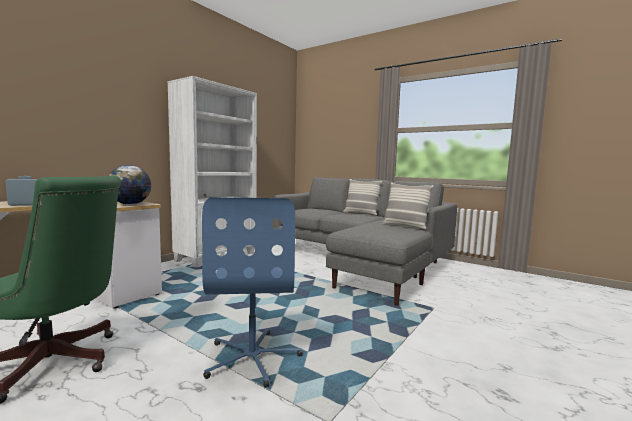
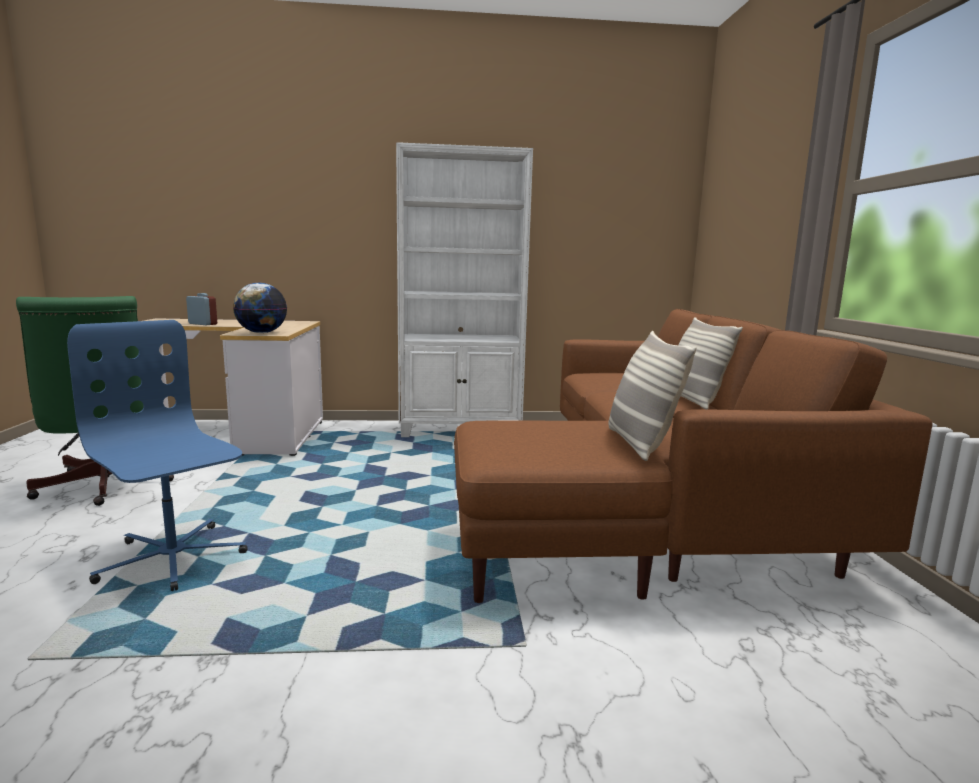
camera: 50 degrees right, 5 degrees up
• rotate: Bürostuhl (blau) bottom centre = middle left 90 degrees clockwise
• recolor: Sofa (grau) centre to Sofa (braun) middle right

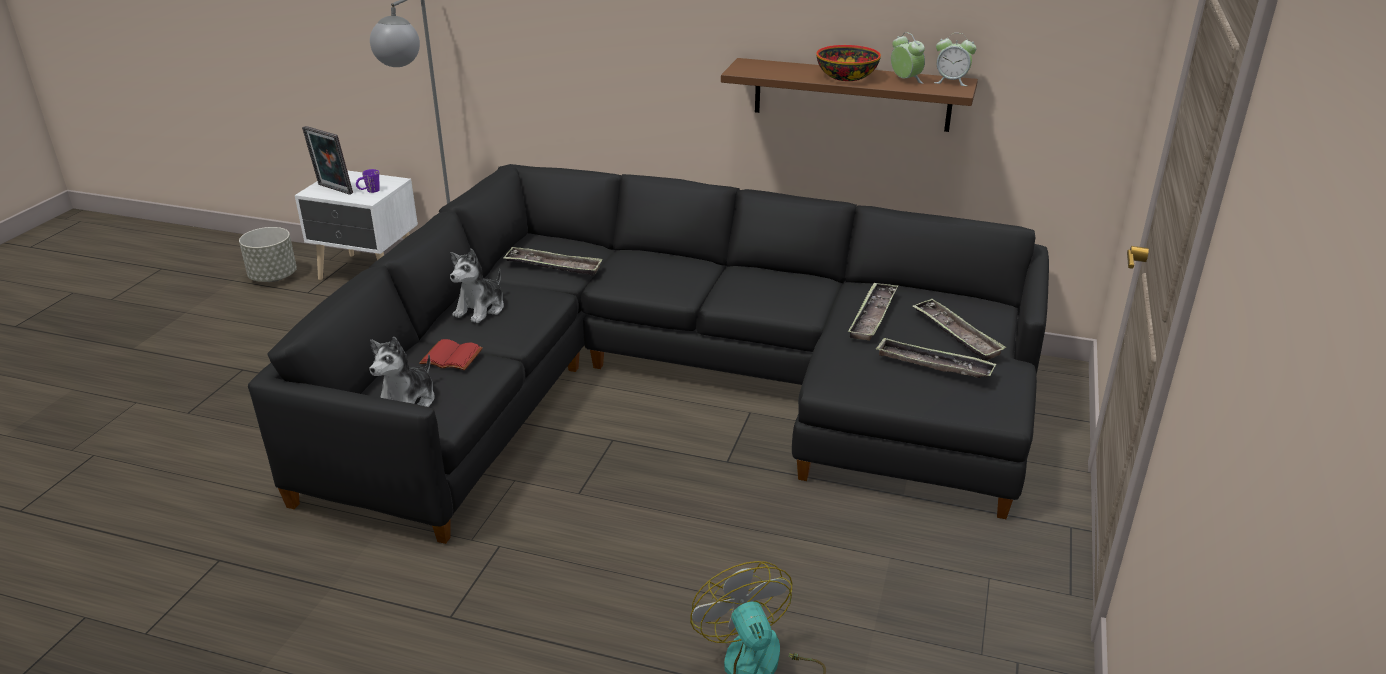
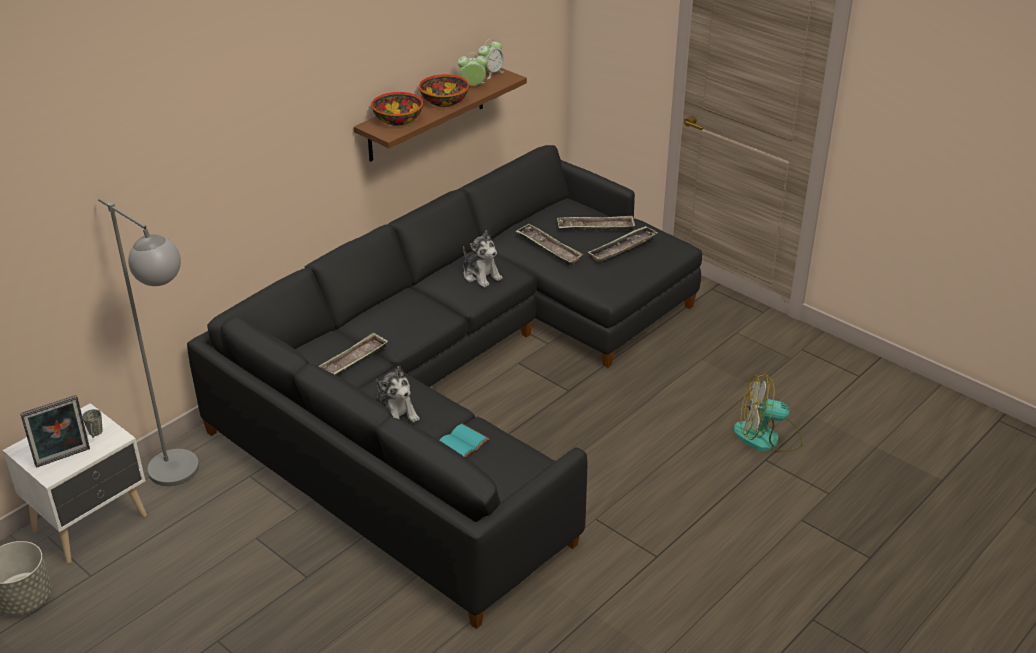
camera: 65 degrees left, 5 degrees up
• recolor: Henkelbecher (lila) top left to Henkelbecher (grau) middle left
• move: Plüschtier (1st from left in the first image) middle left to Plüschtier (2nd from left) centre
• recolor: Buch (rot) middle left to Buch (türkis) bottom centre
• insert: Schüssel (1st from left) top centre

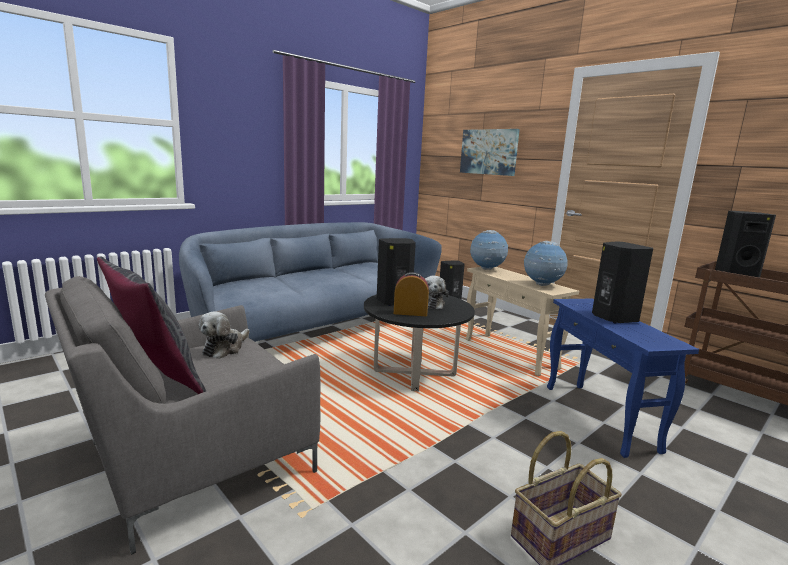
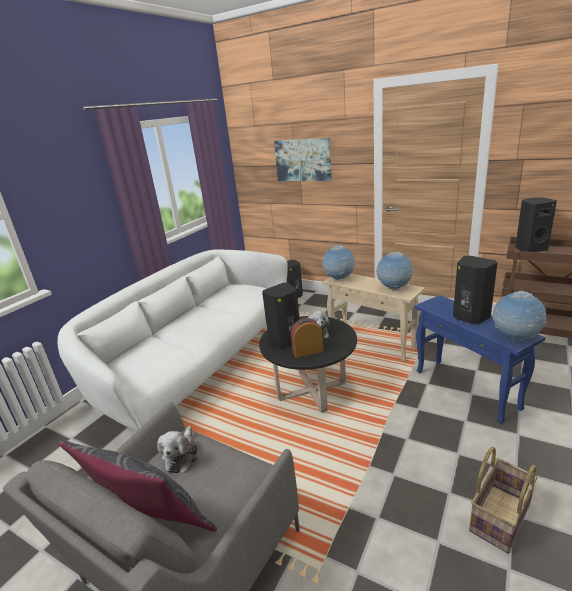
camera: 15 degrees left, 10 degrees up
• recolor: Sofa (blau) centre to Sofa (weiß) middle left
• insert: Globus (3rd from left) middle right

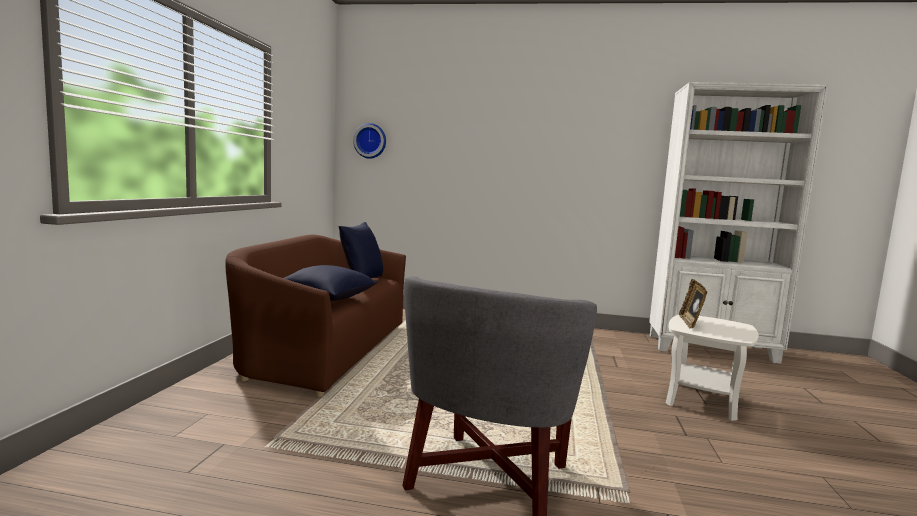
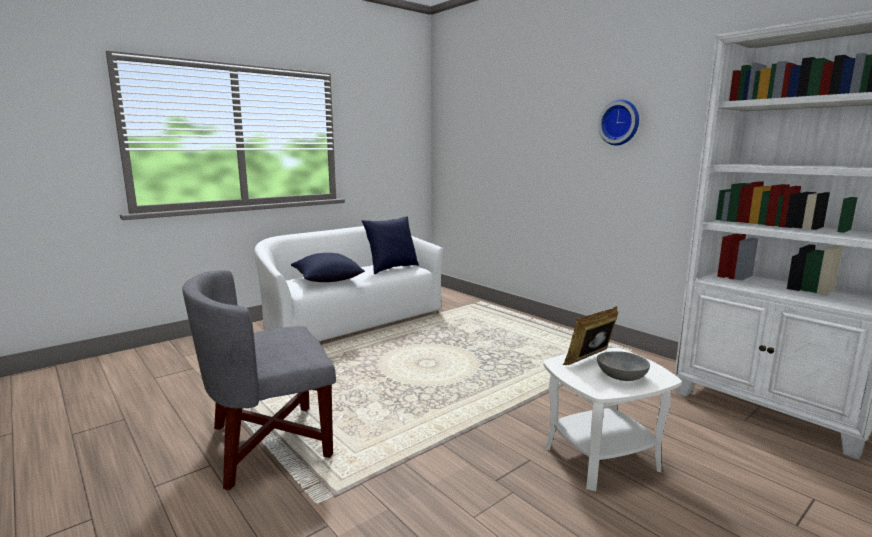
camera: 40 degrees right, 5 degrees up
• recolor: Sofa (braun) centre to Sofa (weiß) centre
• move: Wanduhr top centre to top right
• insert: Schüssel (grau) bottom right

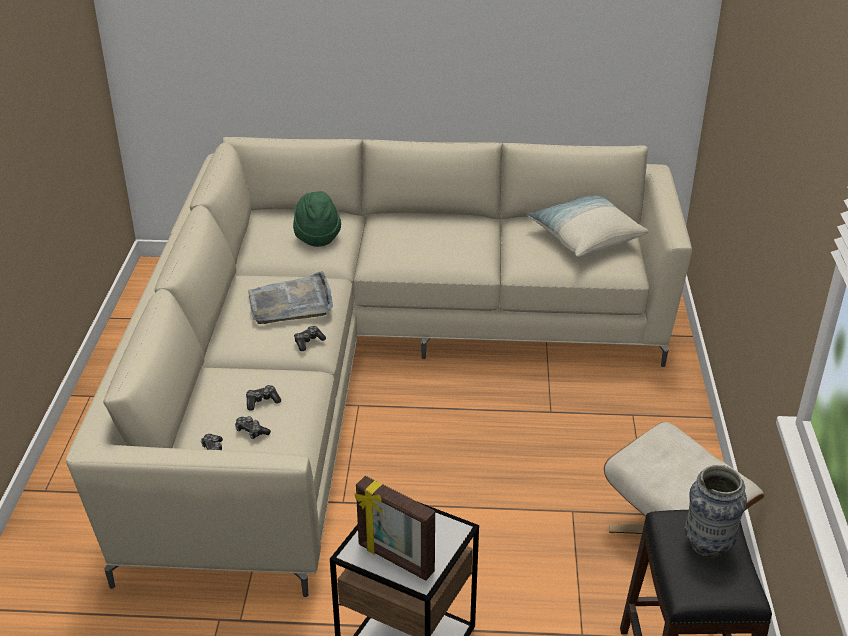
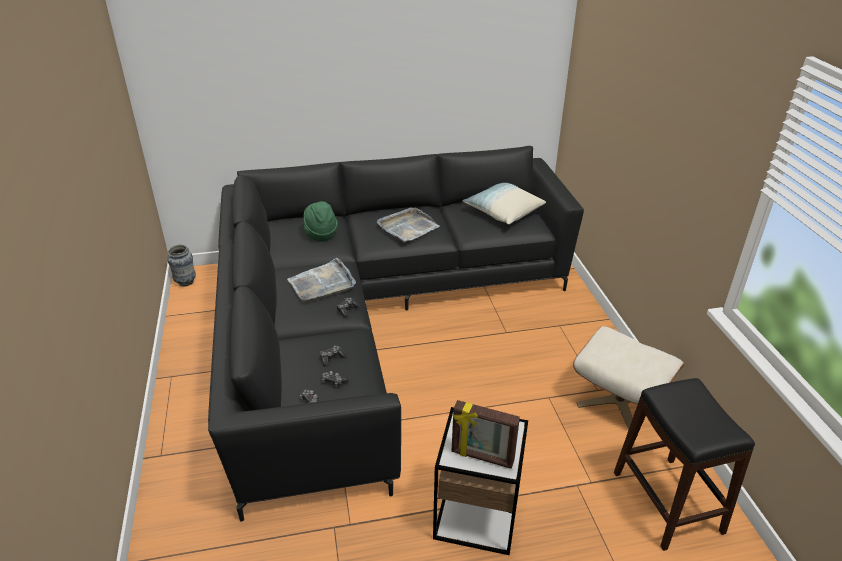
camera: 15 degrees left, 0 degrees up
• recolor: Sofa (beige) centre to Sofa (schwarz) centre
• move: Vase bottom right to middle left
• insert: Tablett (grau) (2nd from left) centre

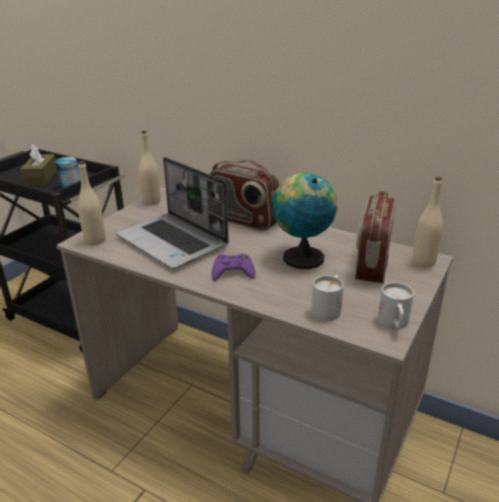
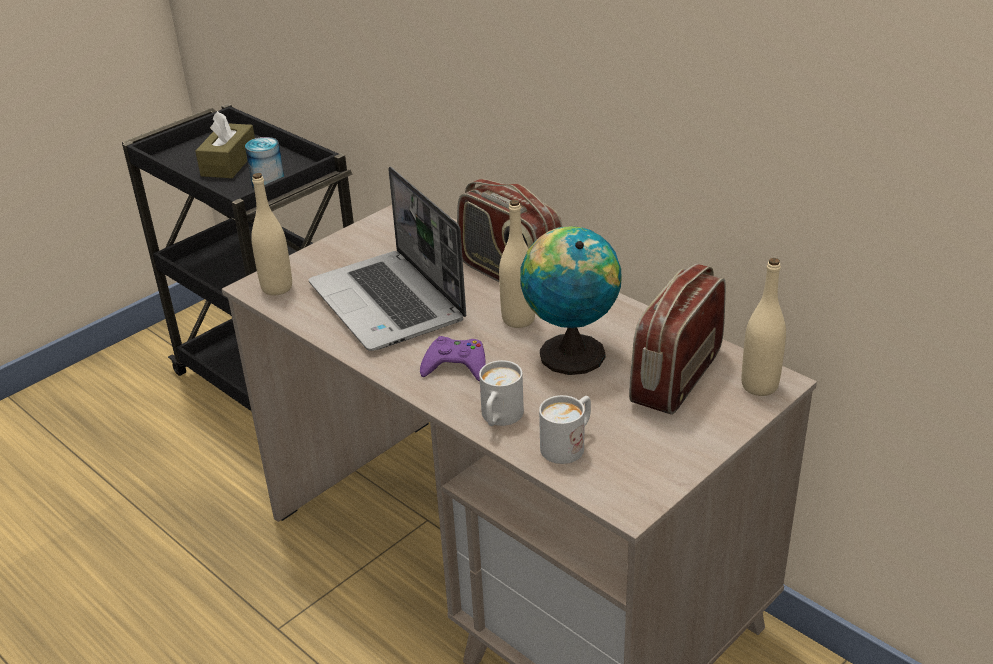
camera: 15 degrees right, 5 degrees up
• move: Flasche (beige) (2nd from left) middle left to centre
• move: Henkelbecher (weiß) (2nd from left in the first image) middle right to Henkelbecher (weiß) (1st from left) centre

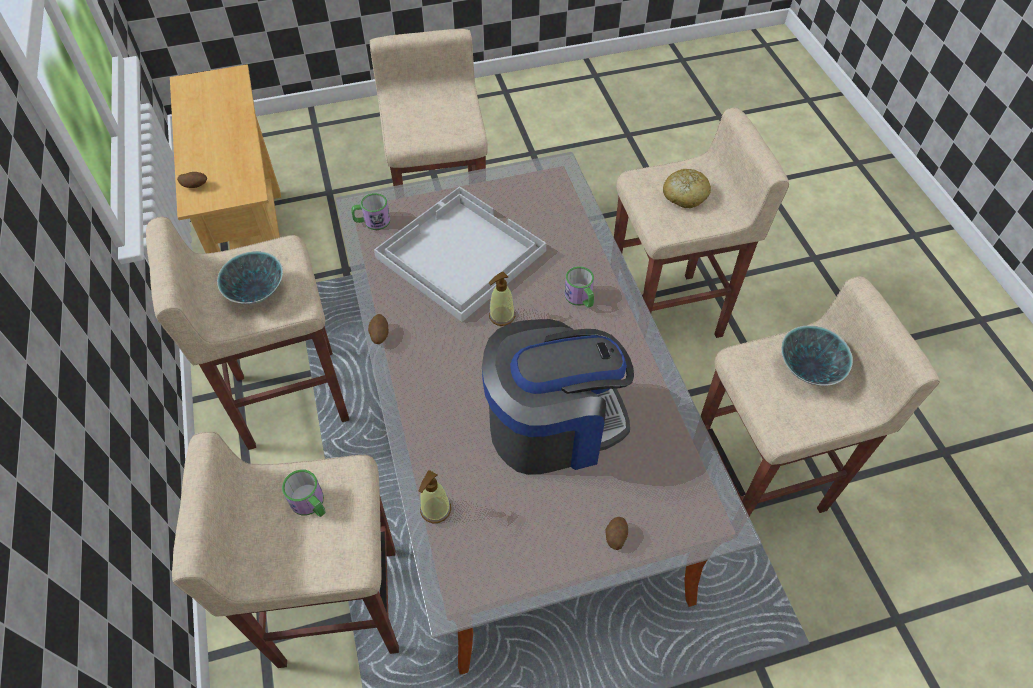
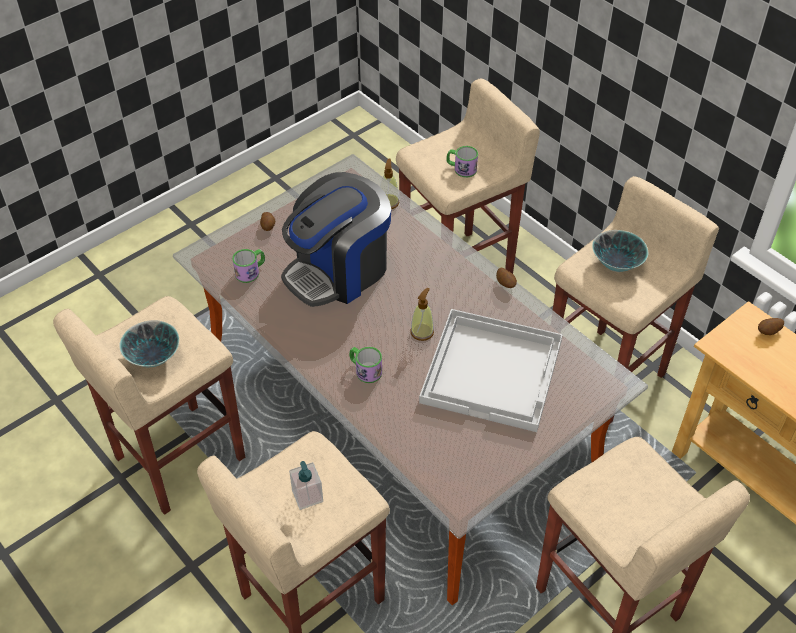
camera: 155 degrees right, 5 degrees down
• move: Henkelbecher (2nd from left in the first image) top centre to Henkelbecher (1st from left) middle left
• replace: Brot top centre to Seifenspender (1st from left) bottom centre

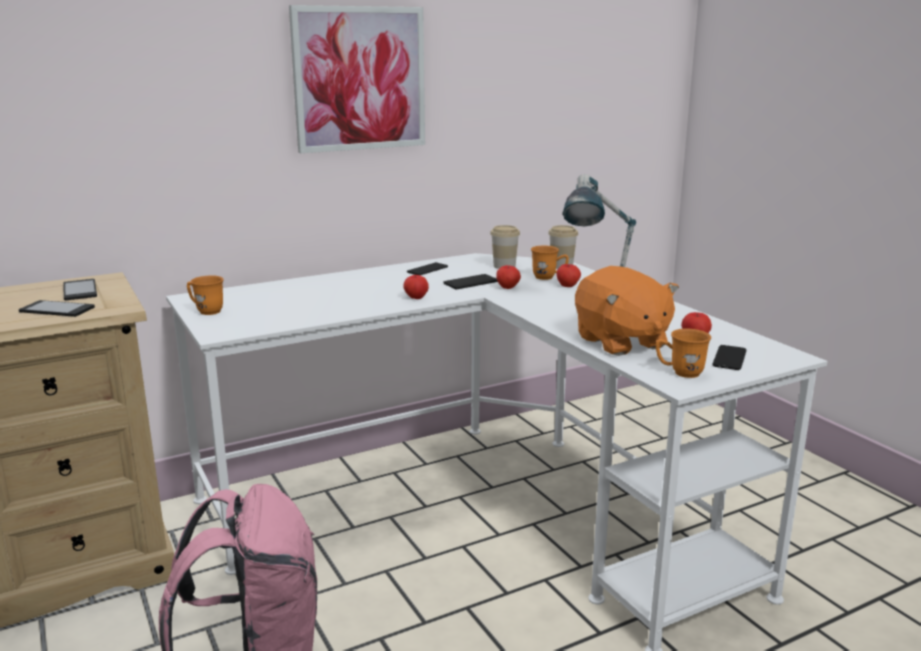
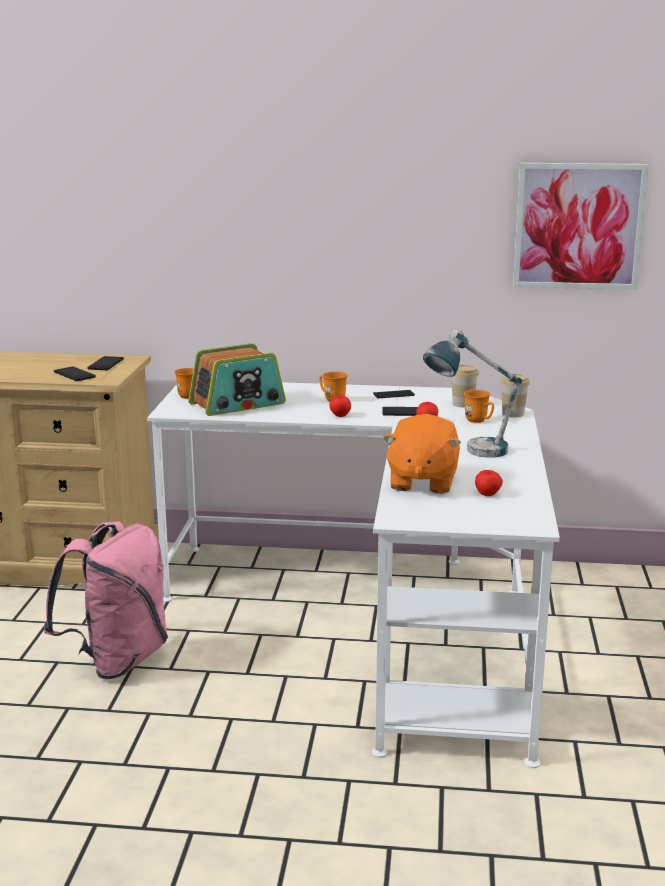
camera: 35 degrees right, 0 degrees up
• move: Bild top centre to top right
• delete: Apfel (3rd from left) centre
• move: Henkelbecher (orange) (3rd from left in the first image) middle right to Henkelbecher (orange) (2nd from left) centre
• delete: Handy (5th from left) middle right
• insert: Radio centre

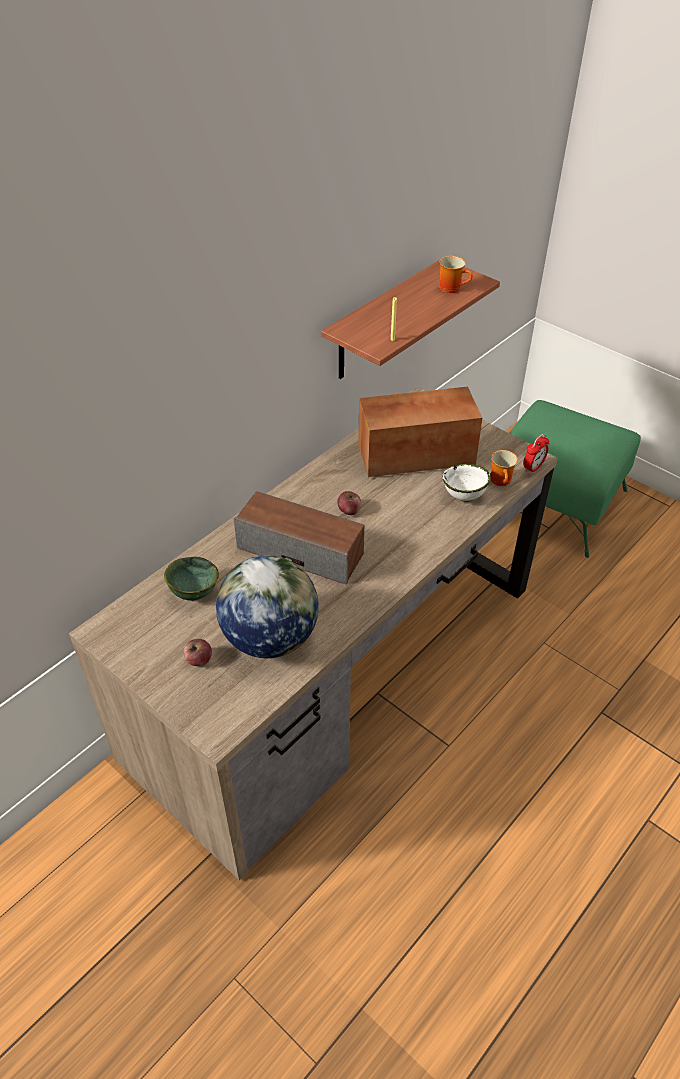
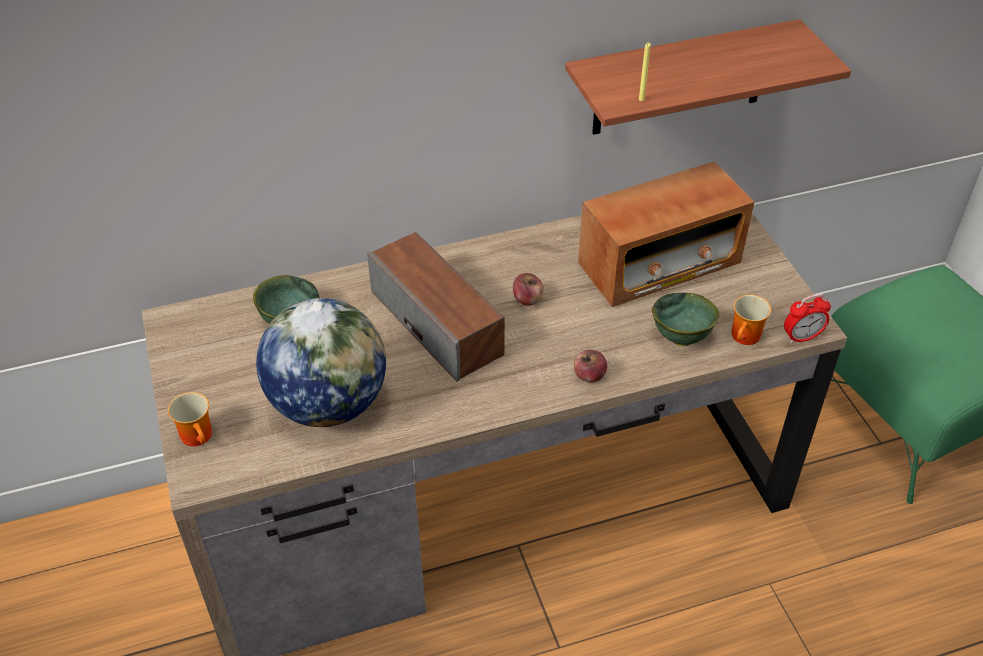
camera: 30 degrees right, 0 degrees up
• move: Apfel (1st from left in the first image) middle left to Apfel (2nd from left) centre
• rotate: Radio centre = middle right 135 degrees clockwise
• move: Henkelbecher (1st from left) top right to middle left
• recolor: Schüssel (weiß) middle right to Schüssel (grün) (2nd from left) middle right

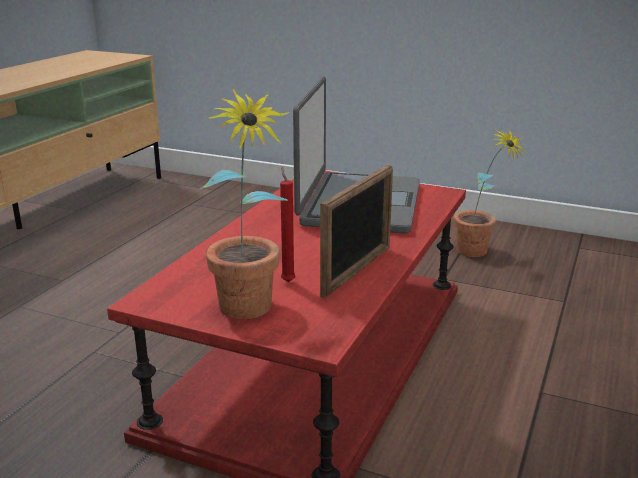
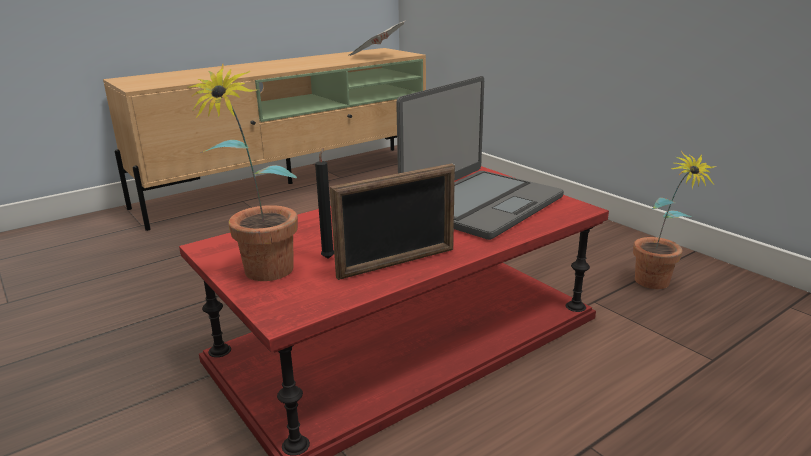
camera: 30 degrees right, 0 degrees up
• recolor: Kerze (rot) centre to Kerze (schwarz) centre
• insert: Zeitung top centre

